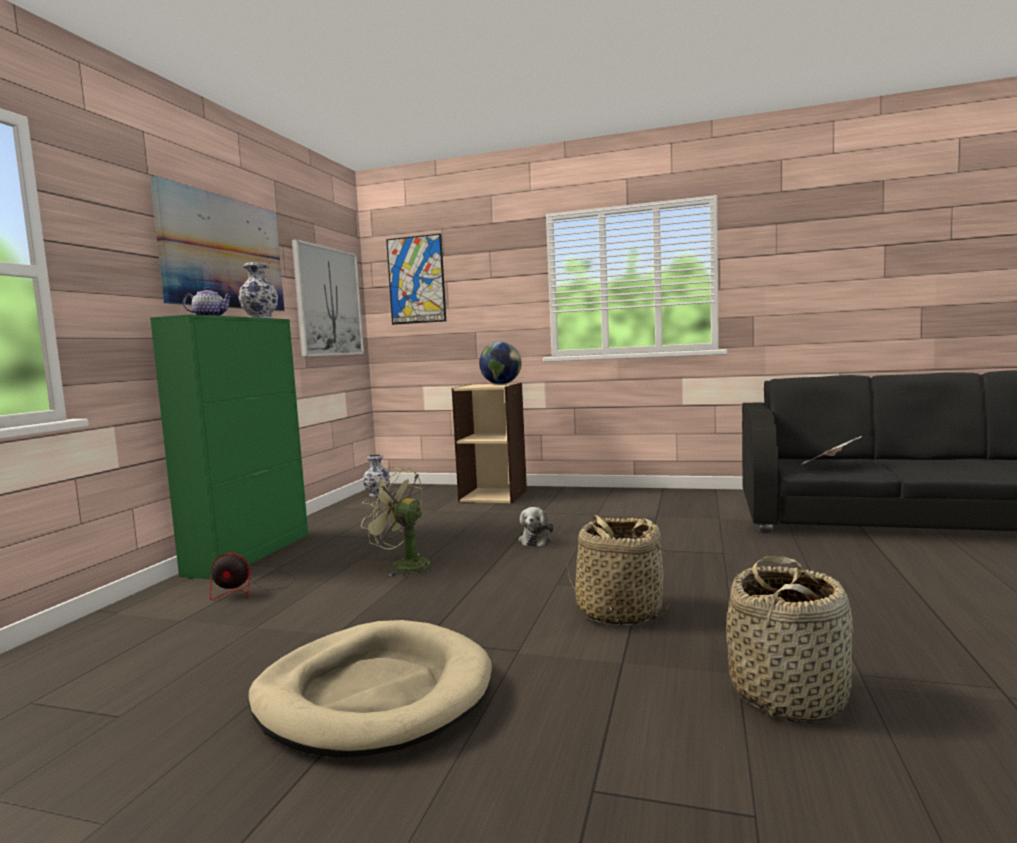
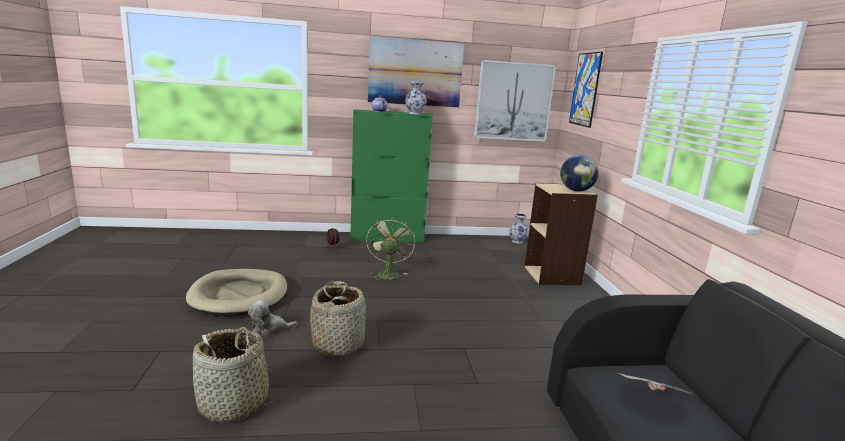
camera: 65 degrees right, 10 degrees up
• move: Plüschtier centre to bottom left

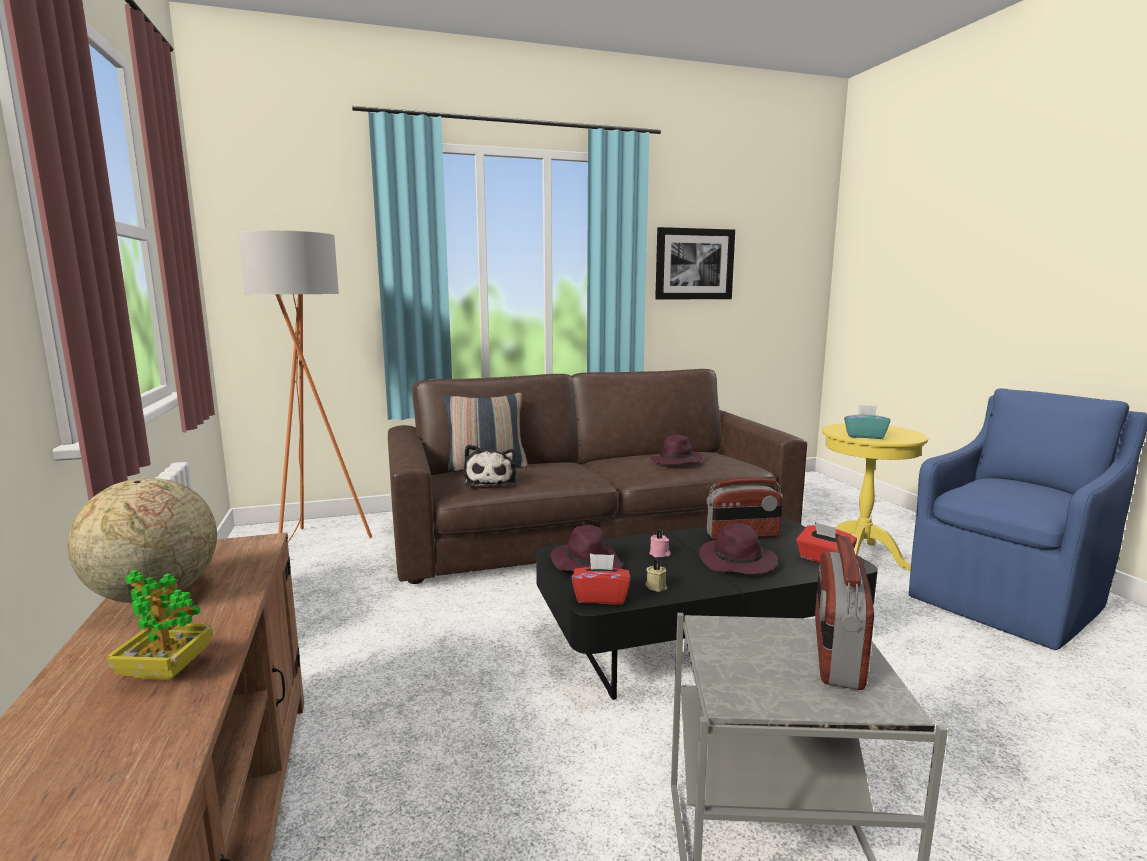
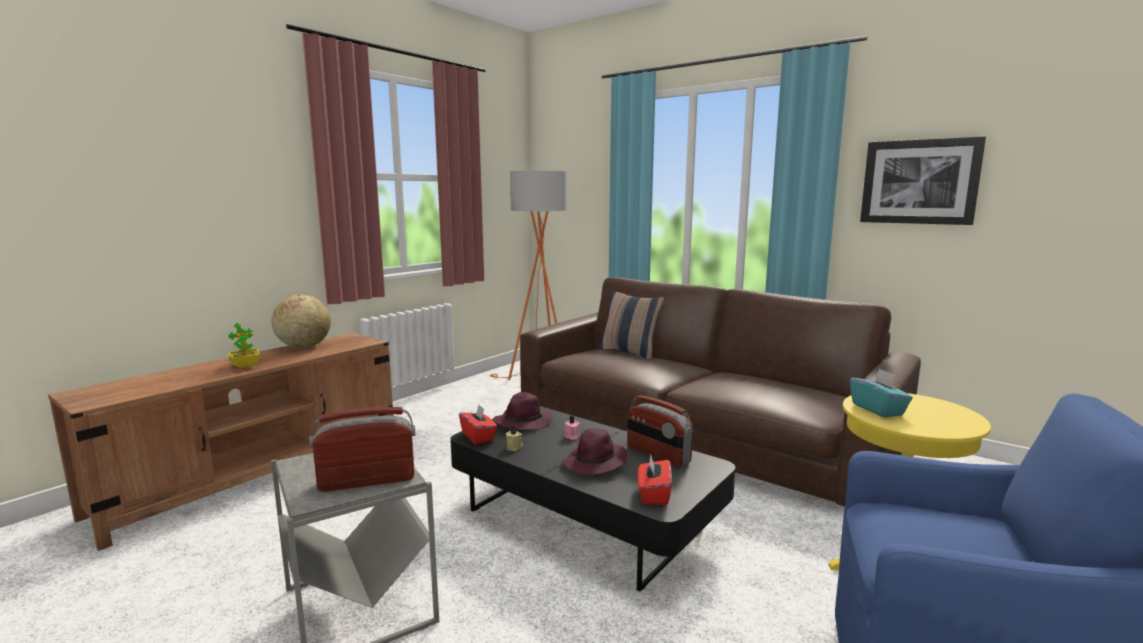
camera: 55 degrees right, 0 degrees up
• delete: Plüschtier centre
• delete: Hut (lila) (2nd from left) centre

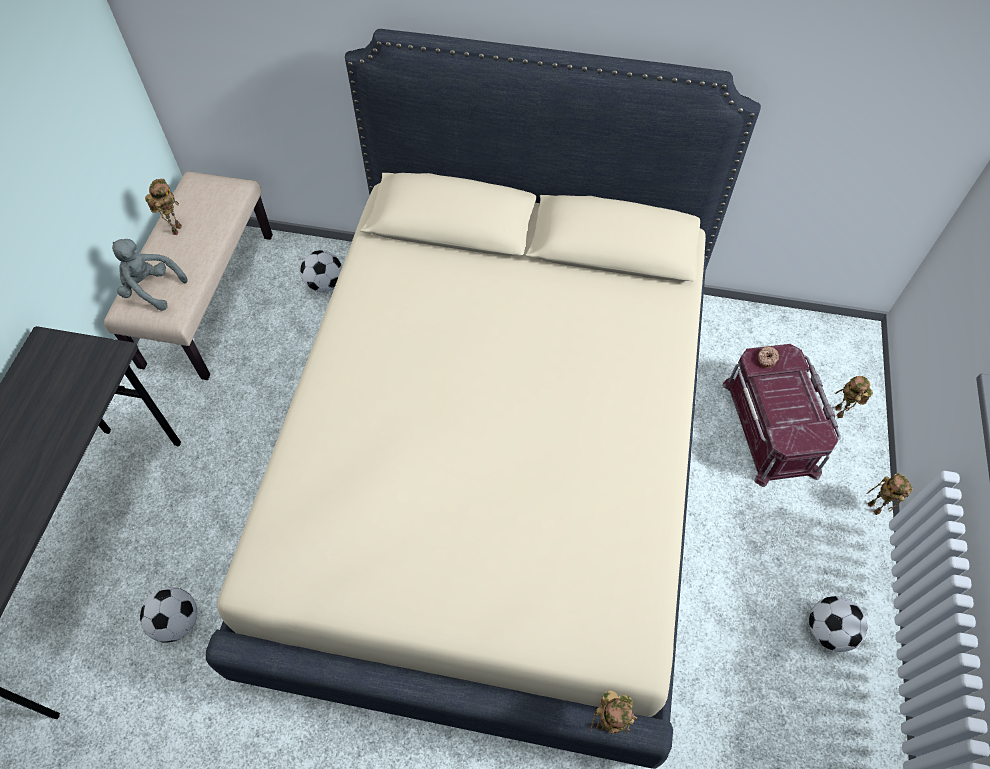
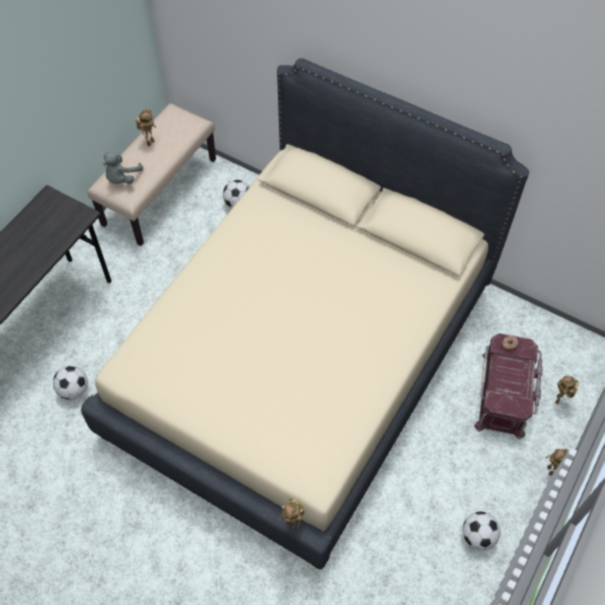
camera: 20 degrees right, 0 degrees up
• rotate: Plüschtier (grau) middle left = top left 105 degrees counterclockwise

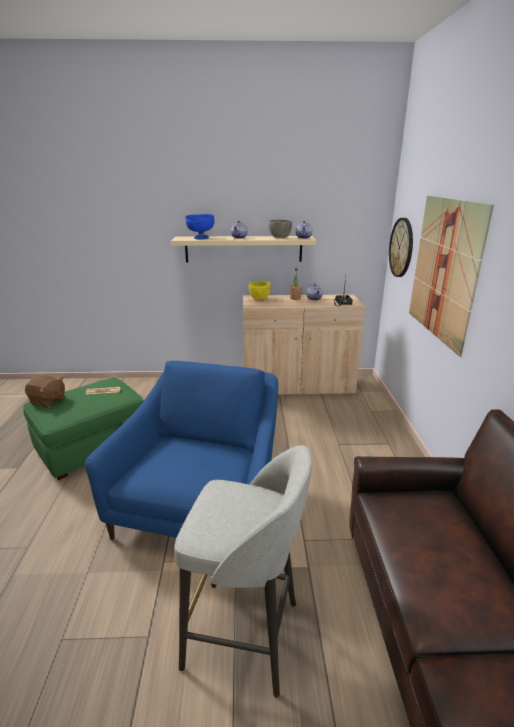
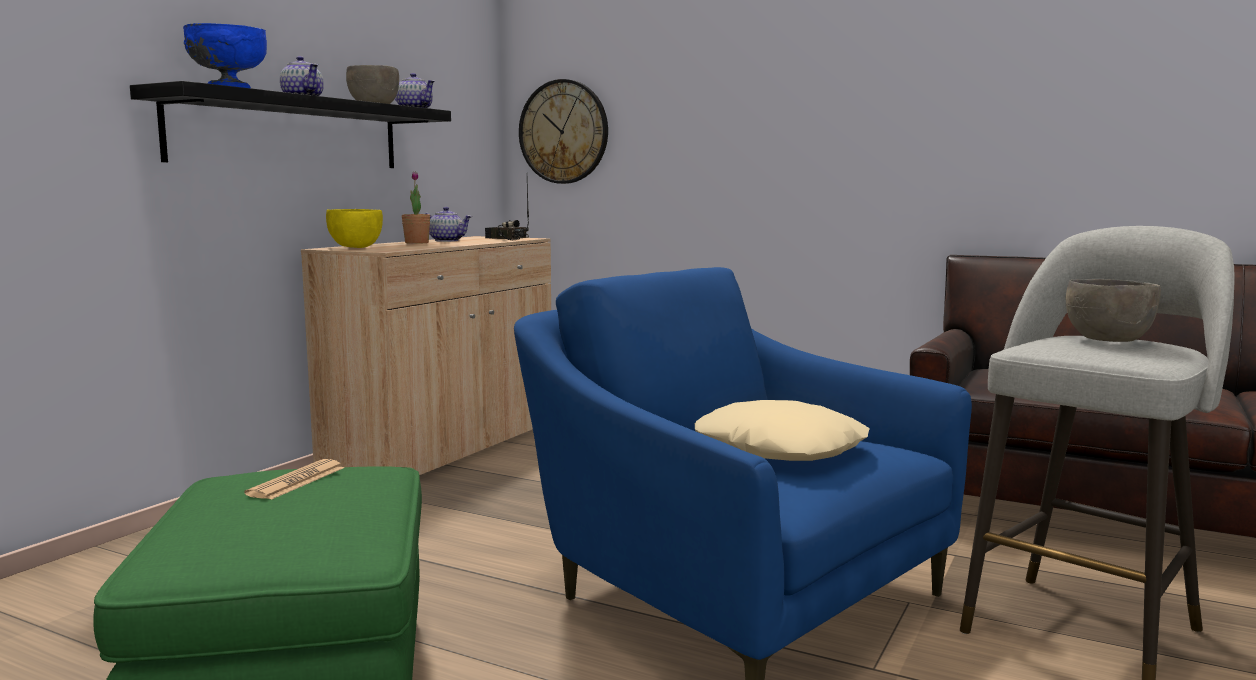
camera: 60 degrees left, 15 degrees down
• delete: Plüschtier (braun) middle left
• recolor: Wandregal (beige) centre to Wandregal (schwarz) top left
• delete: Bild middle right
• insert: Kissen (beige) centre
• insert: Schüssel (grau) (2nd from left) middle right

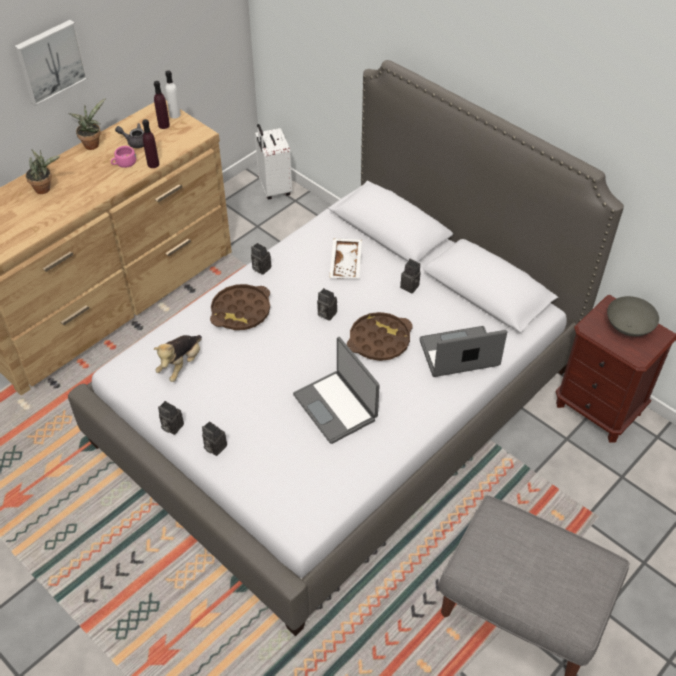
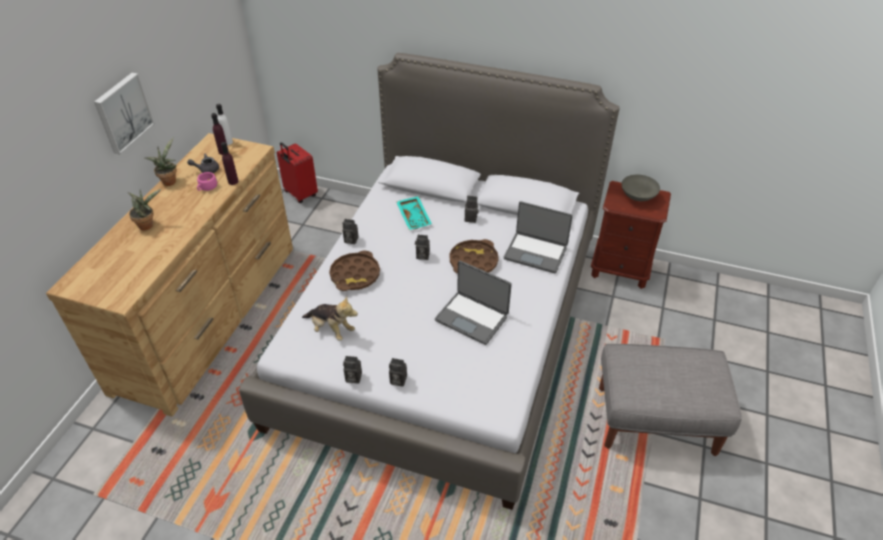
camera: 25 degrees left, 5 degrees down
• rotate: Plüschtier middle left = centre 60 degrees counterclockwise
• recolor: Koffer (weiß) top centre to Koffer (rot) top centre
• recolor: Tablett (weiß) centre to Tablett (türkis) centre
• rotate: Laptop (2nd from left) middle right = centre 120 degrees counterclockwise

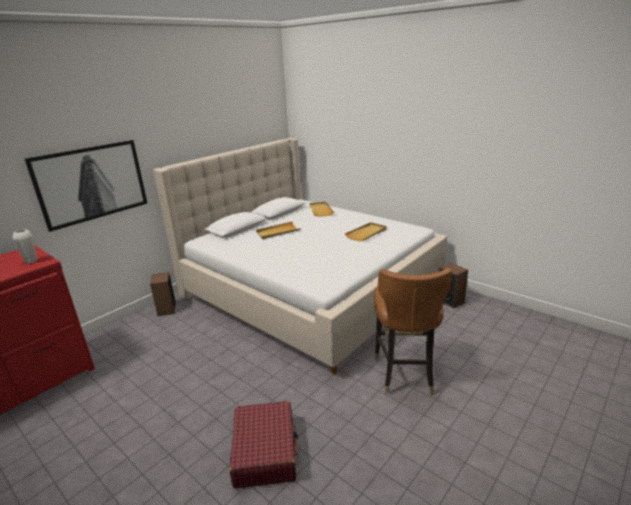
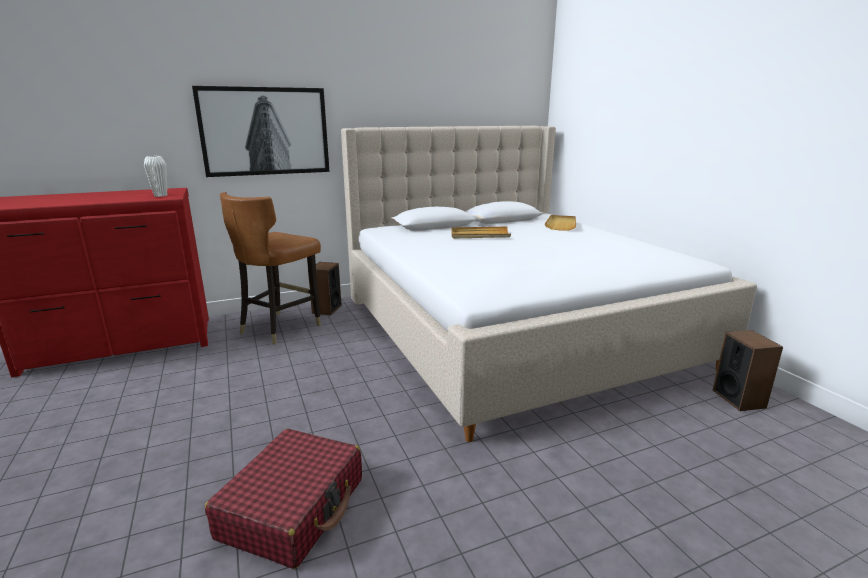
camera: 25 degrees right, 5 degrees down
• delete: Tablett (beige) (3rd from left) centre
• move: Stuhl (braun) centre to middle left

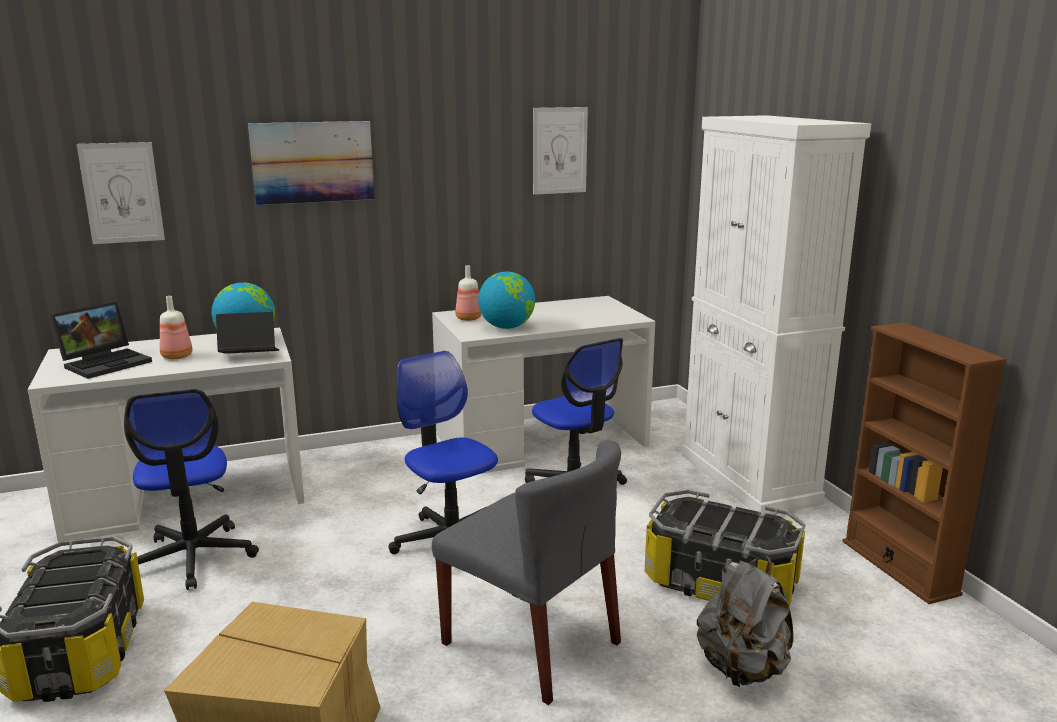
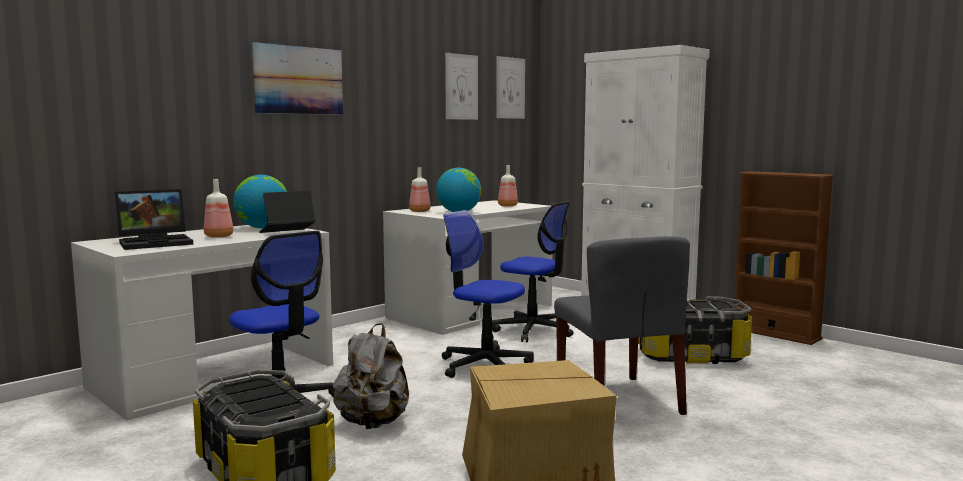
camera: 25 degrees left, 10 degrees down
• rotate: Laptop (1st from left) middle left = middle left 45 degrees clockwise
• move: Bild (1st from left in the first image) top left to Bild (3rd from left) top centre
• rotate: Stuhl (grau) bottom centre = bottom centre 60 degrees clockwise
• move: Rucksack (grau) bottom right to bottom centre
• insert: Flasche (3rd from left) centre

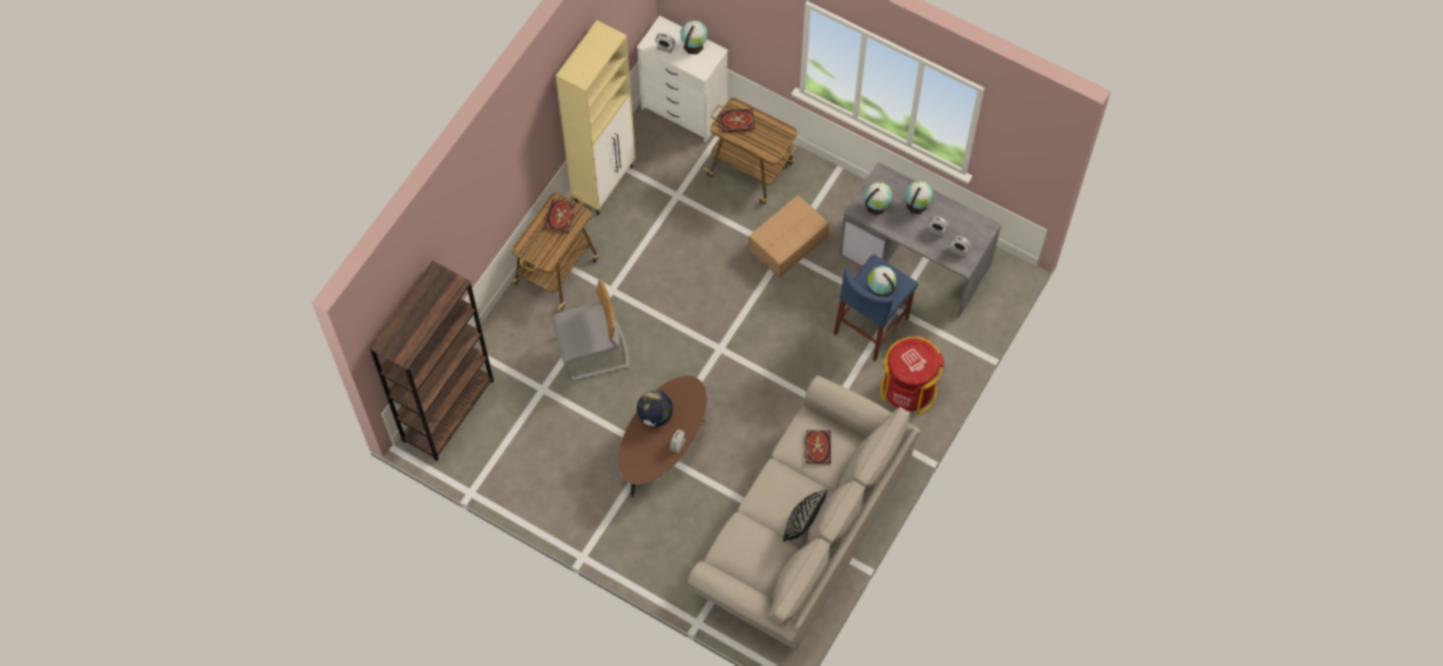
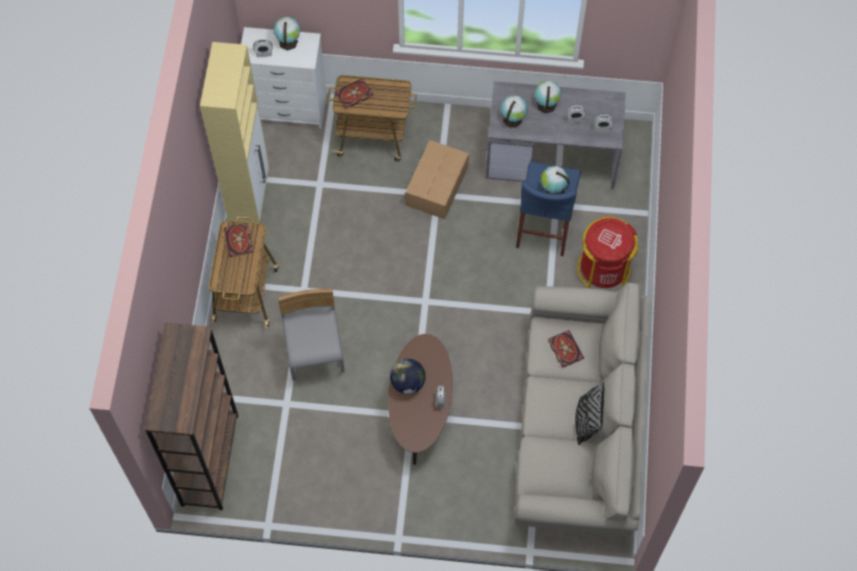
camera: 25 degrees left, 0 degrees up
• rotate: Stuhl (grau) centre = centre 60 degrees counterclockwise

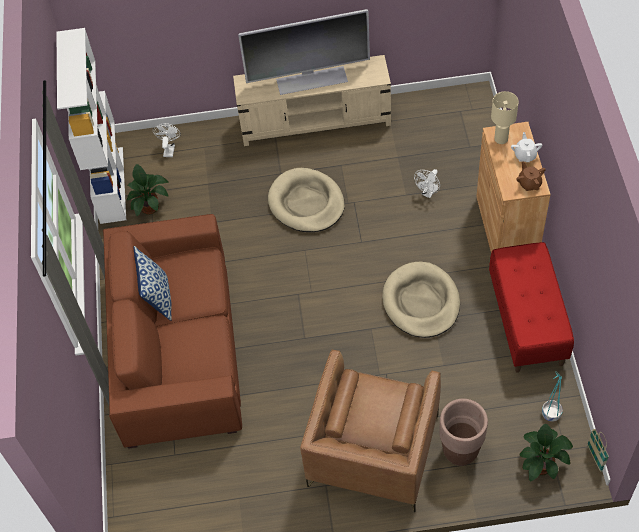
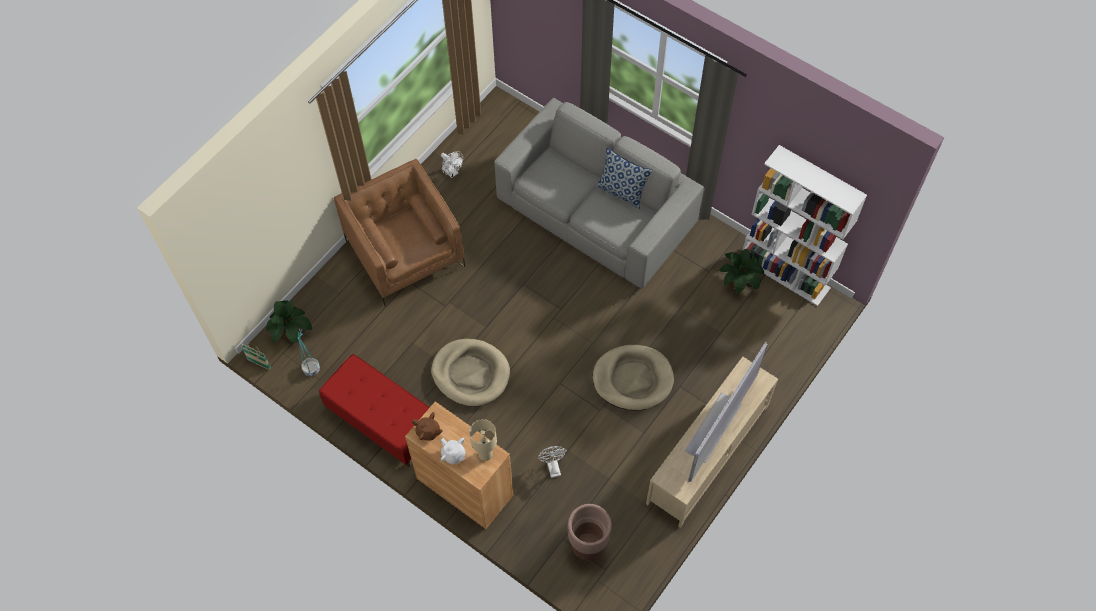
camera: 130 degrees right, 5 degrees up
• recolor: Sofa (braun) middle left to Sofa (grau) top centre
• move: Ventilator (weiß) (1st from left) top left to top centre
• move: Pflanzkübel (braun) bottom right to bottom centre

